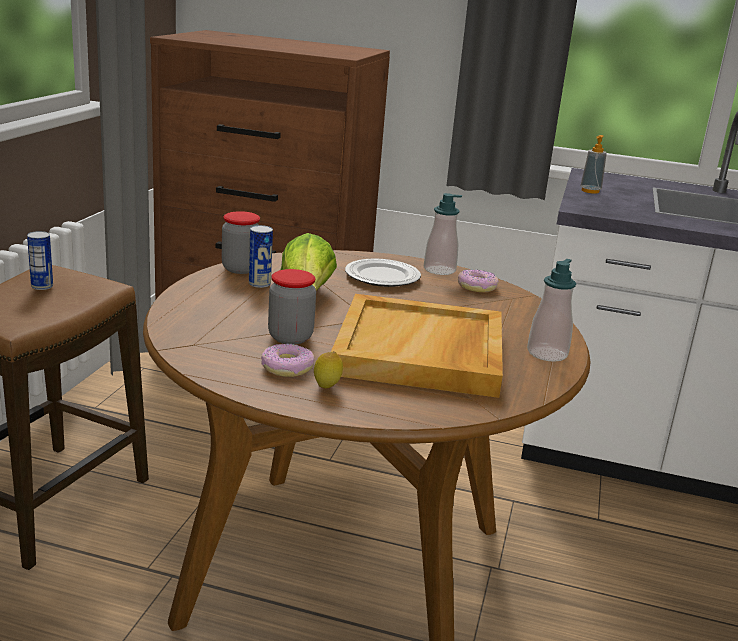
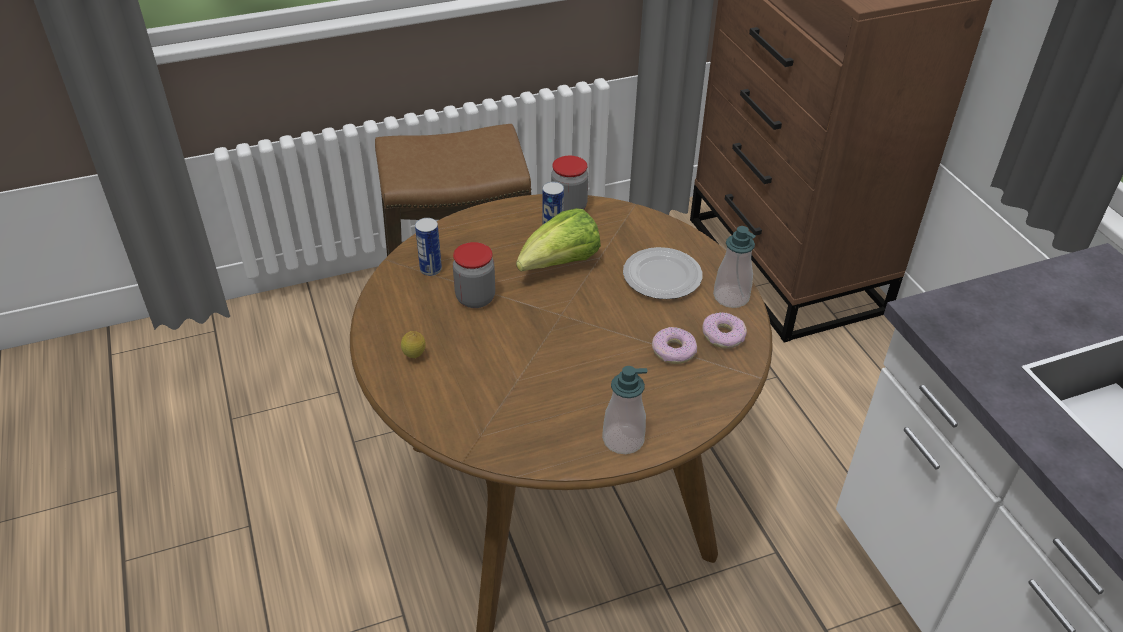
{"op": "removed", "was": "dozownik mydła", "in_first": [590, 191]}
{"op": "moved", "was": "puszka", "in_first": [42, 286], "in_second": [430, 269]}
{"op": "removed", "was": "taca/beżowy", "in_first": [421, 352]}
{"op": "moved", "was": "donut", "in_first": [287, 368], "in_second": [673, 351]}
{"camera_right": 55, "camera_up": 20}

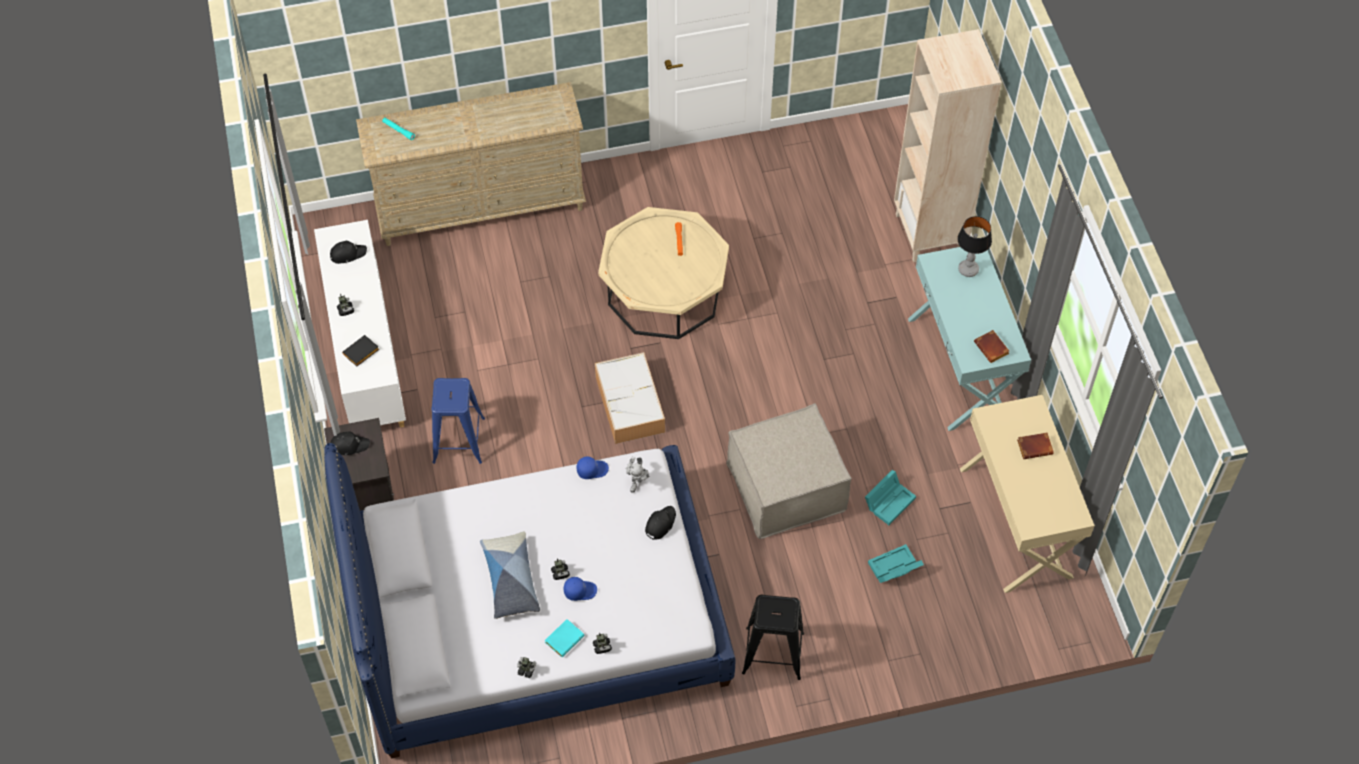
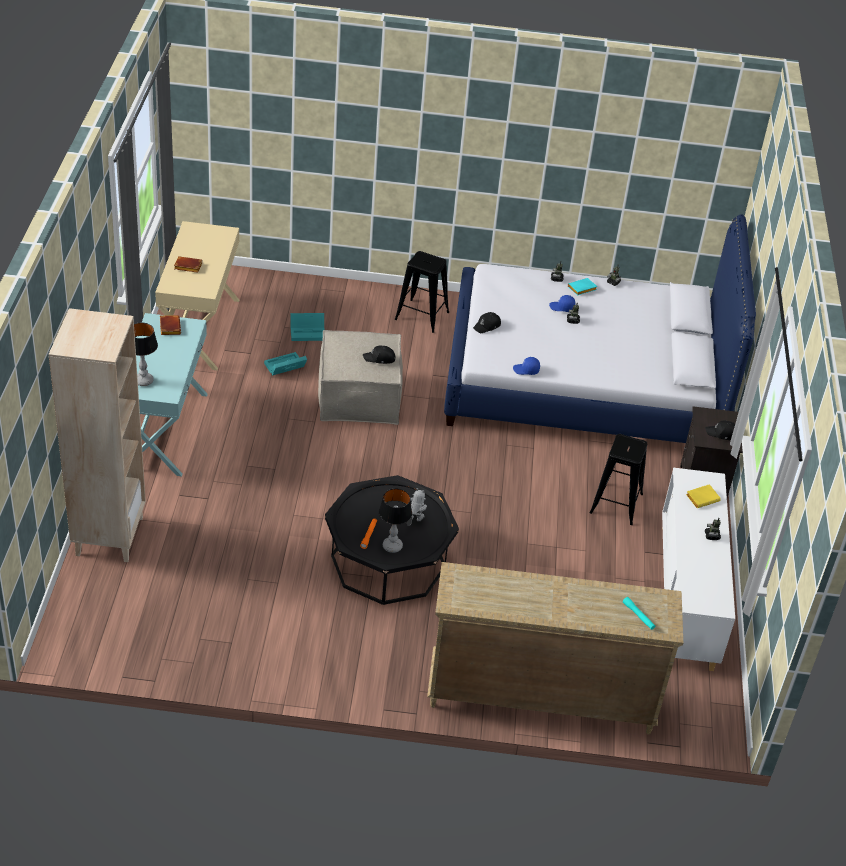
{"op": "recoloured", "was": "ława/beżowy", "now": "ława/czarny", "in_first": [664, 293], "in_second": [388, 561]}
{"op": "moved", "was": "czapka z daszkiem/czarny", "in_first": [347, 254], "in_second": [379, 358]}
{"op": "recoloured", "was": "książka/czarny", "now": "książka/żółty", "in_first": [361, 353], "in_second": [702, 498]}
{"op": "removed", "was": "pojemnik do przechowywania", "in_first": [630, 405]}
{"op": "recoloured", "was": "stołek/niebieski", "now": "stołek/czarny", "in_first": [458, 440], "in_second": [616, 503]}
{"op": "moved", "was": "robot zabawkowy", "in_first": [638, 481], "in_second": [414, 522]}
{"op": "removed", "was": "poduszka", "in_first": [510, 580]}
{"op": "added", "now": "lampa stołowa", "in_second": [393, 546]}
{"camera_right": -165, "camera_up": -15}

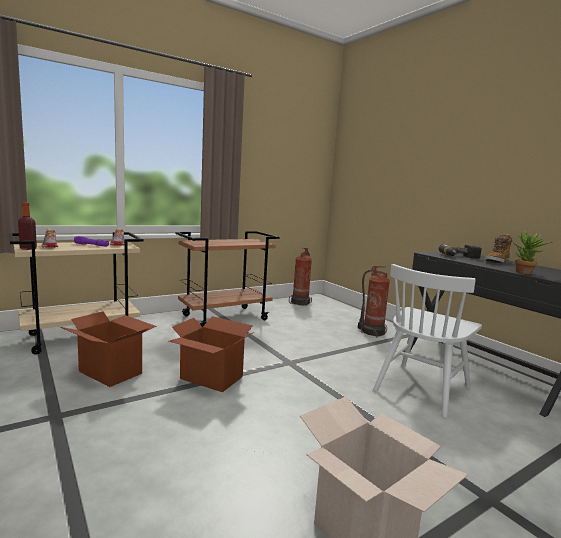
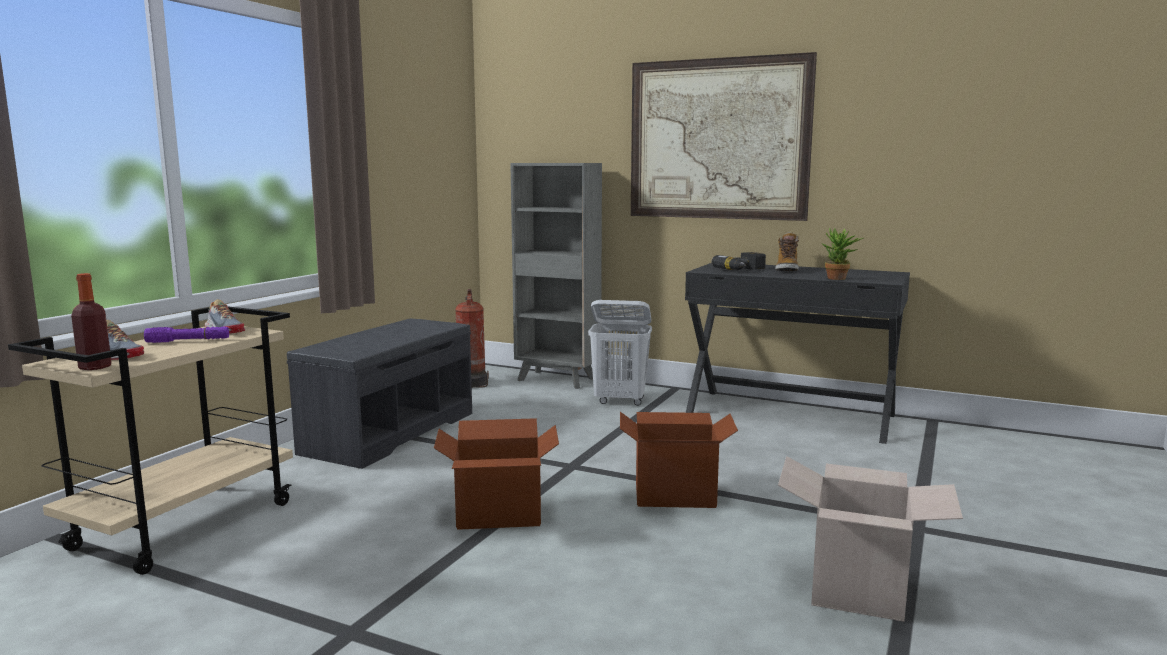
{"op": "replaced", "was": "wózek/brązowy", "now": "ławka/szary", "in_first": [225, 317], "in_second": [390, 432]}
{"op": "removed", "was": "krzesło/biały", "in_first": [422, 388]}
{"op": "replaced", "was": "gaśnica", "now": "kosz na pranie/biały", "in_first": [372, 332], "in_second": [620, 401]}
{"op": "moved", "was": "karton", "in_first": [111, 372], "in_second": [674, 495]}
{"op": "added", "now": "obraz", "in_second": [718, 139]}
{"op": "added", "now": "regał/szary", "in_second": [558, 380]}
{"camera_right": -30, "camera_up": 0}

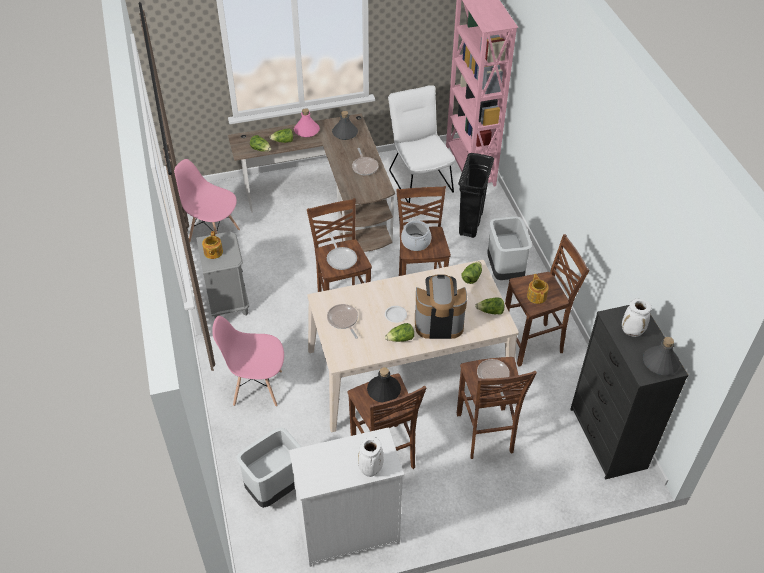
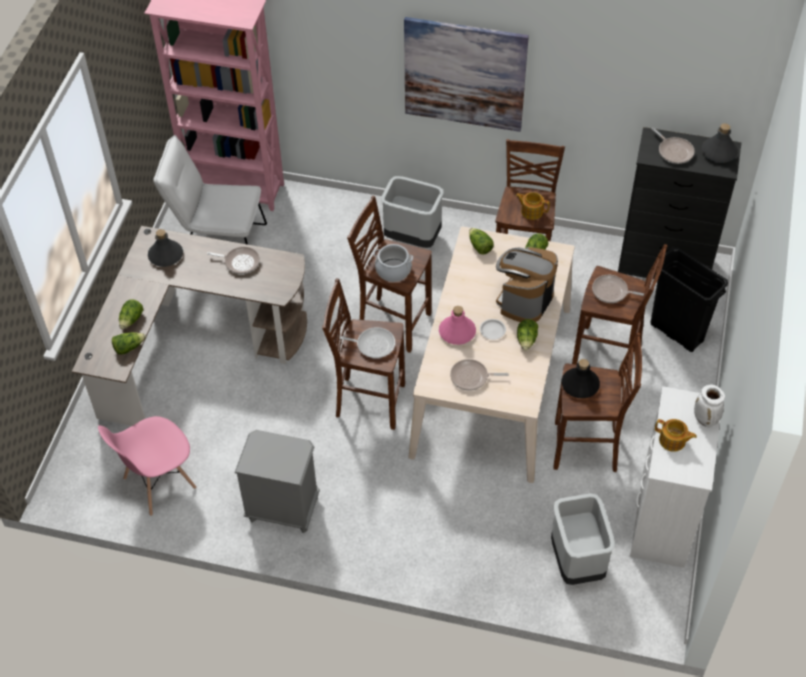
{"op": "moved", "was": "butelka/różowy", "in_first": [307, 131], "in_second": [457, 332]}
{"op": "moved", "was": "kosz na śmieci/czarny", "in_first": [470, 223], "in_second": [676, 332]}
{"op": "moved", "was": "imbryk", "in_first": [213, 252], "in_second": [672, 441]}
{"op": "replaced", "was": "wazon/biały", "now": "patelnia", "in_first": [632, 331], "in_second": [674, 151]}
{"op": "removed", "was": "krzesło/różowy", "in_first": [257, 387]}
{"op": "added", "now": "obraz", "in_second": [464, 74]}
{"camera_right": -60, "camera_up": 5}

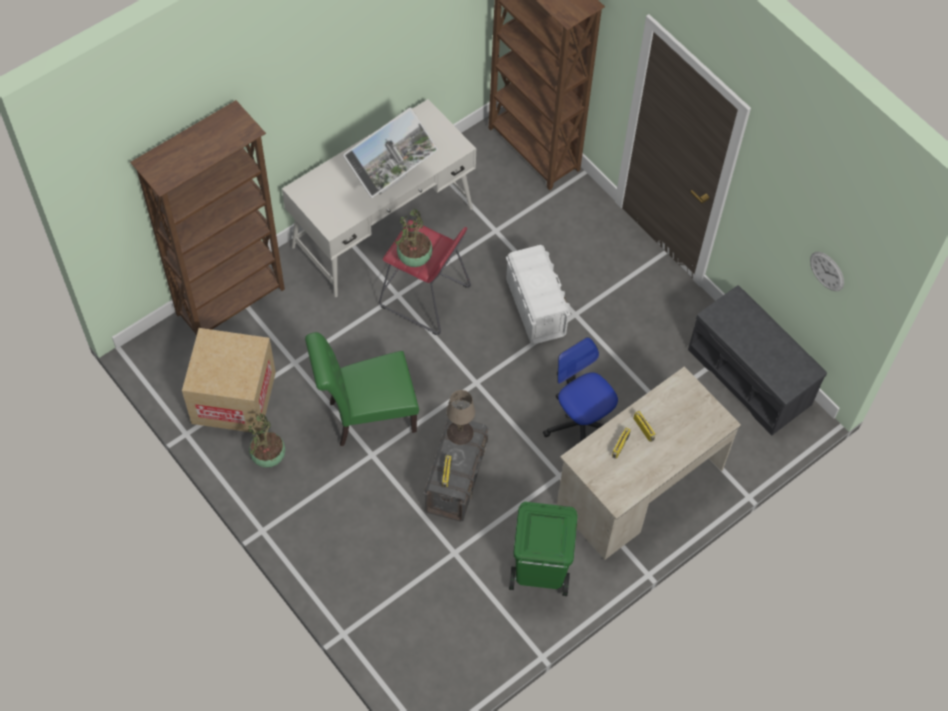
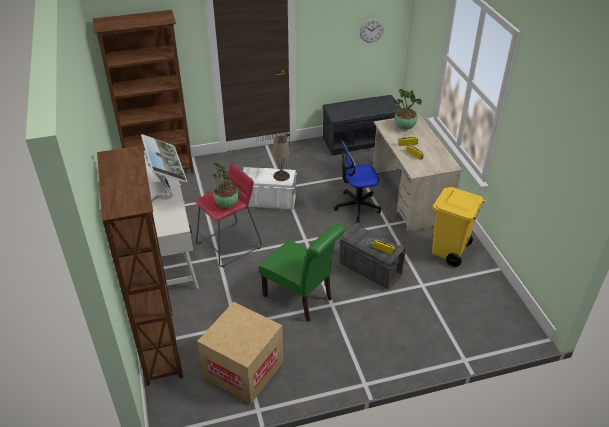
{"op": "turned", "was": "krzesło/zielony", "in_first": [366, 417], "in_second": [301, 299], "clockwise": -60}
{"op": "moved", "was": "lampa stołowa/beżowy", "in_first": [460, 432], "in_second": [281, 176]}
{"op": "moved", "was": "roślina doniczkowa", "in_first": [268, 458], "in_second": [405, 128]}
{"op": "recoloured", "was": "kosz na śmieci/zielony", "now": "kosz na śmieci/żółty", "in_first": [539, 572], "in_second": [449, 251]}
{"camera_right": -65, "camera_up": -20}

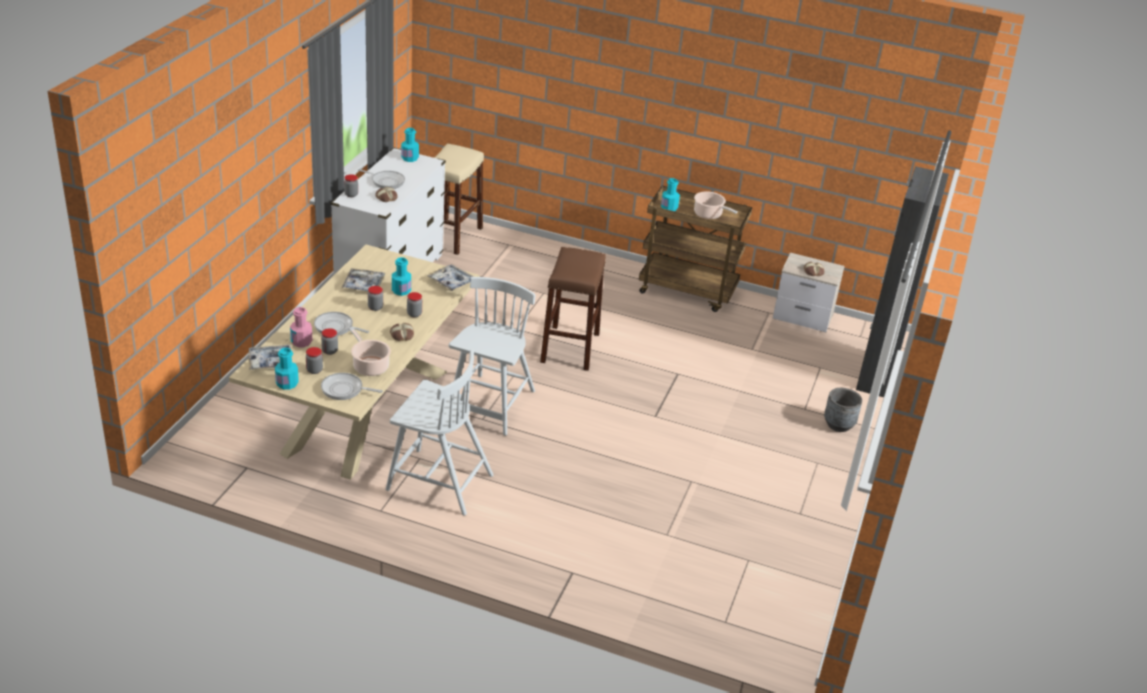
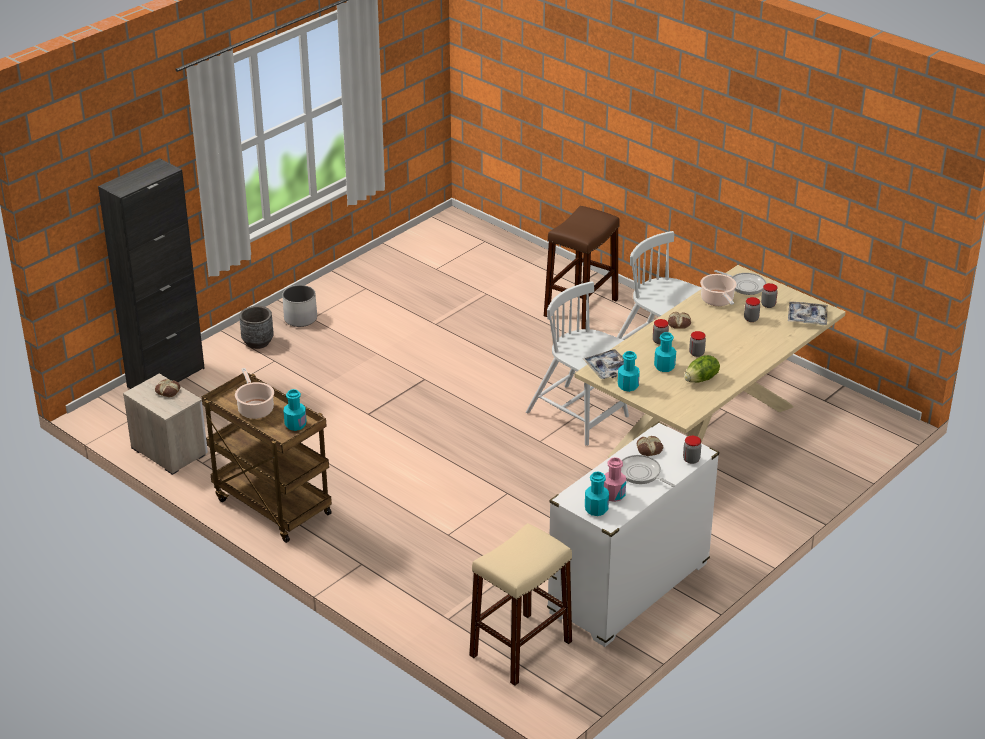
{"op": "moved", "was": "stołek/brązowy", "in_first": [570, 348], "in_second": [581, 307]}
{"op": "replaced", "was": "taca", "now": "sałata", "in_first": [363, 284], "in_second": [701, 379]}
{"op": "turned", "was": "krzesło/biały", "in_first": [490, 405], "in_second": [578, 415], "clockwise": 90}
{"op": "moved", "was": "butelka/różowy", "in_first": [301, 342], "in_second": [613, 495]}
{"op": "removed", "was": "patelnia", "in_first": [336, 327]}
{"op": "moved", "was": "butelka/turkusowy", "in_first": [287, 384], "in_second": [628, 386]}
{"op": "added", "now": "donica/biały", "in_second": [300, 319]}
{"camera_right": -155, "camera_up": 0}

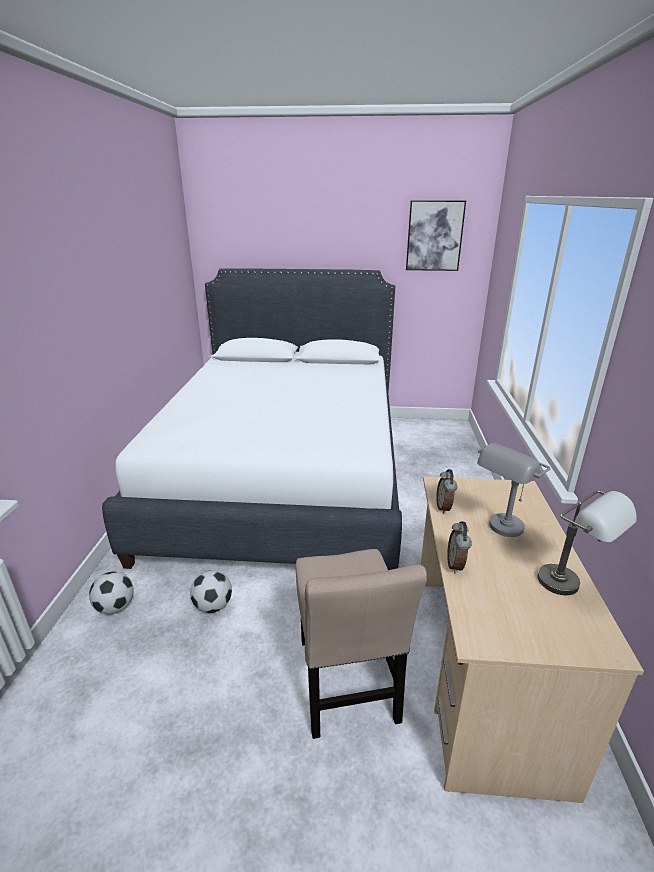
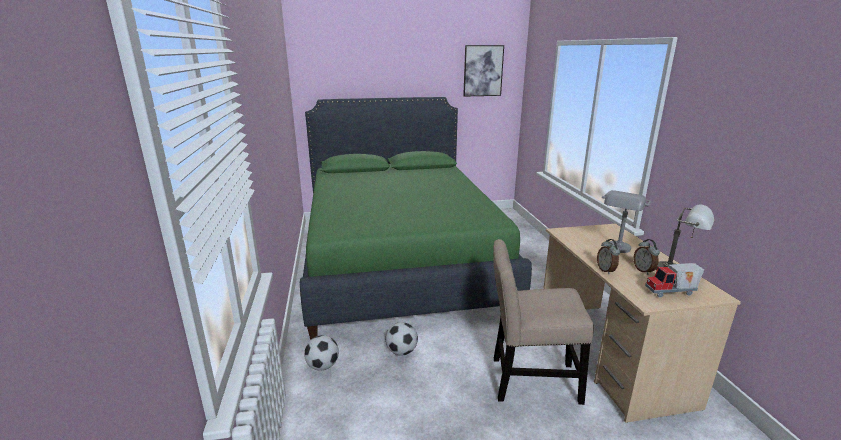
{"op": "recoloured", "was": "łóżko/biały", "now": "łóżko/zielony", "in_first": [285, 475], "in_second": [399, 259]}
{"op": "moved", "was": "budzik", "in_first": [444, 508], "in_second": [643, 270]}
{"op": "turned", "was": "krzesło/beżowy", "in_first": [347, 685], "in_second": [529, 380], "clockwise": 120}
{"op": "added", "now": "ciężarówka zabawkowa", "in_second": [671, 293]}
{"camera_right": -15, "camera_up": -5}

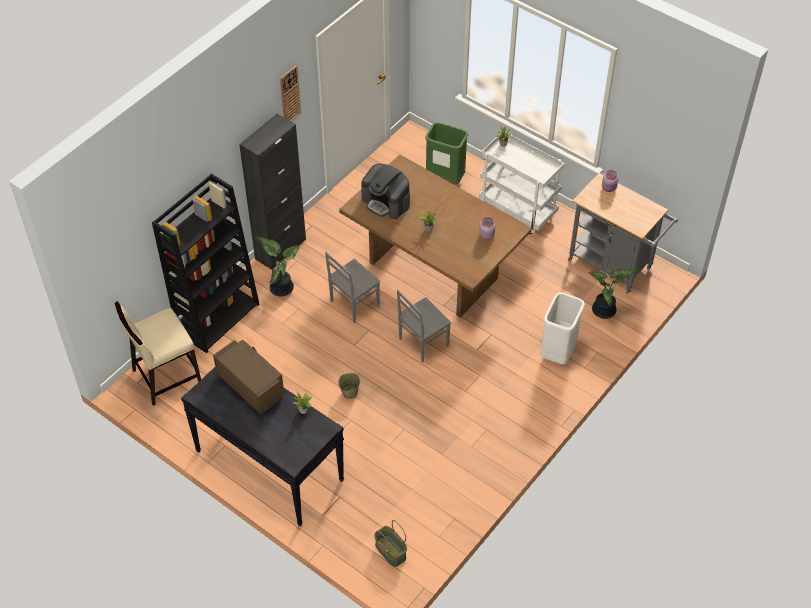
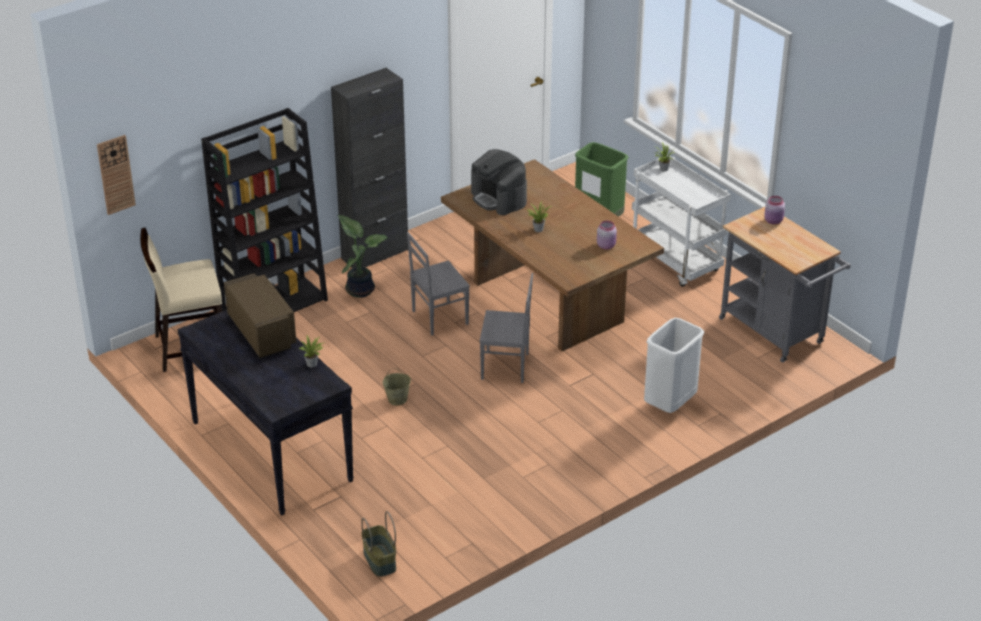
{"op": "moved", "was": "zegar ścienny", "in_first": [289, 95], "in_second": [116, 174]}
{"op": "removed", "was": "roślina doniczkowa", "in_first": [605, 311]}
{"op": "turned", "was": "krzesło/szary", "in_first": [422, 342], "in_second": [506, 367], "clockwise": -150}
{"camera_right": 15, "camera_up": -15}

